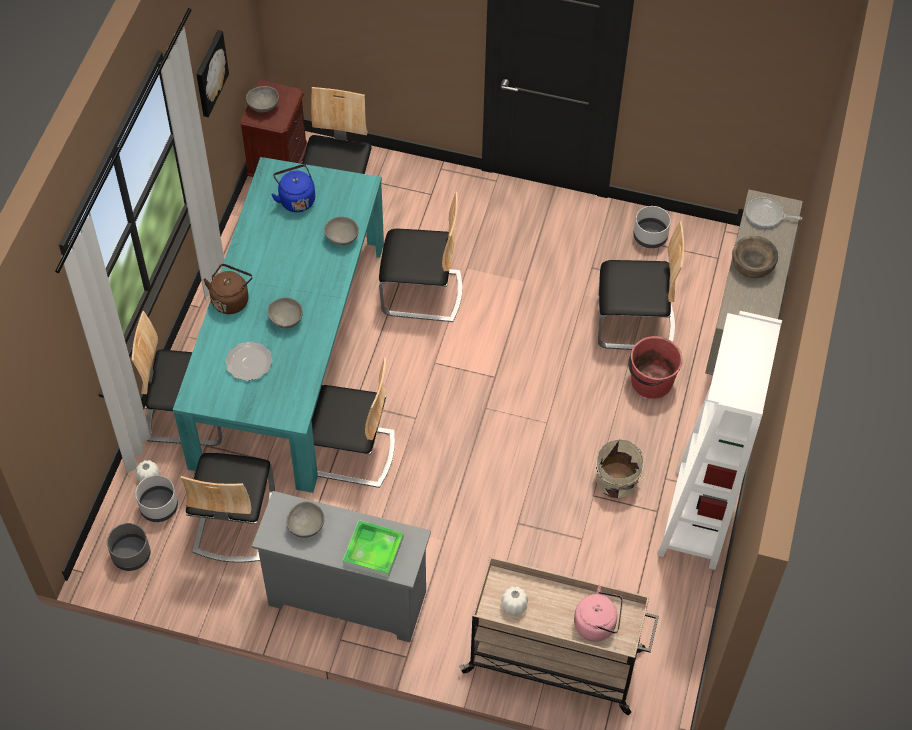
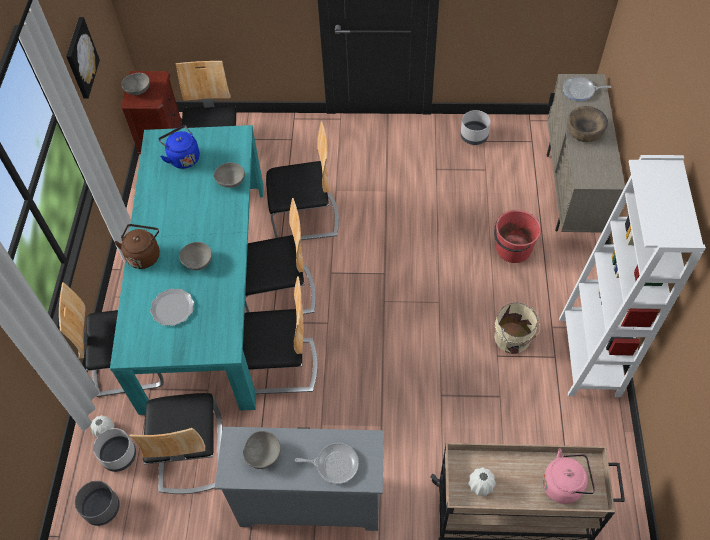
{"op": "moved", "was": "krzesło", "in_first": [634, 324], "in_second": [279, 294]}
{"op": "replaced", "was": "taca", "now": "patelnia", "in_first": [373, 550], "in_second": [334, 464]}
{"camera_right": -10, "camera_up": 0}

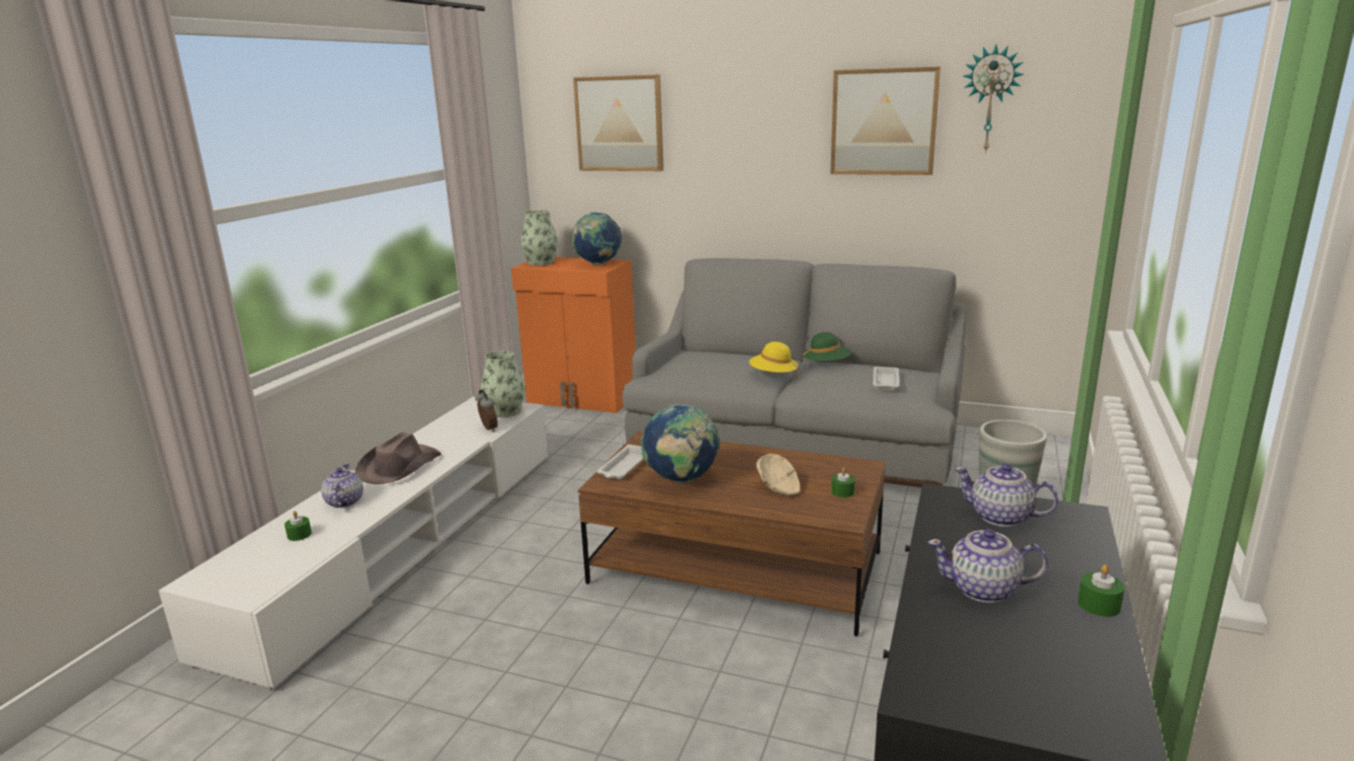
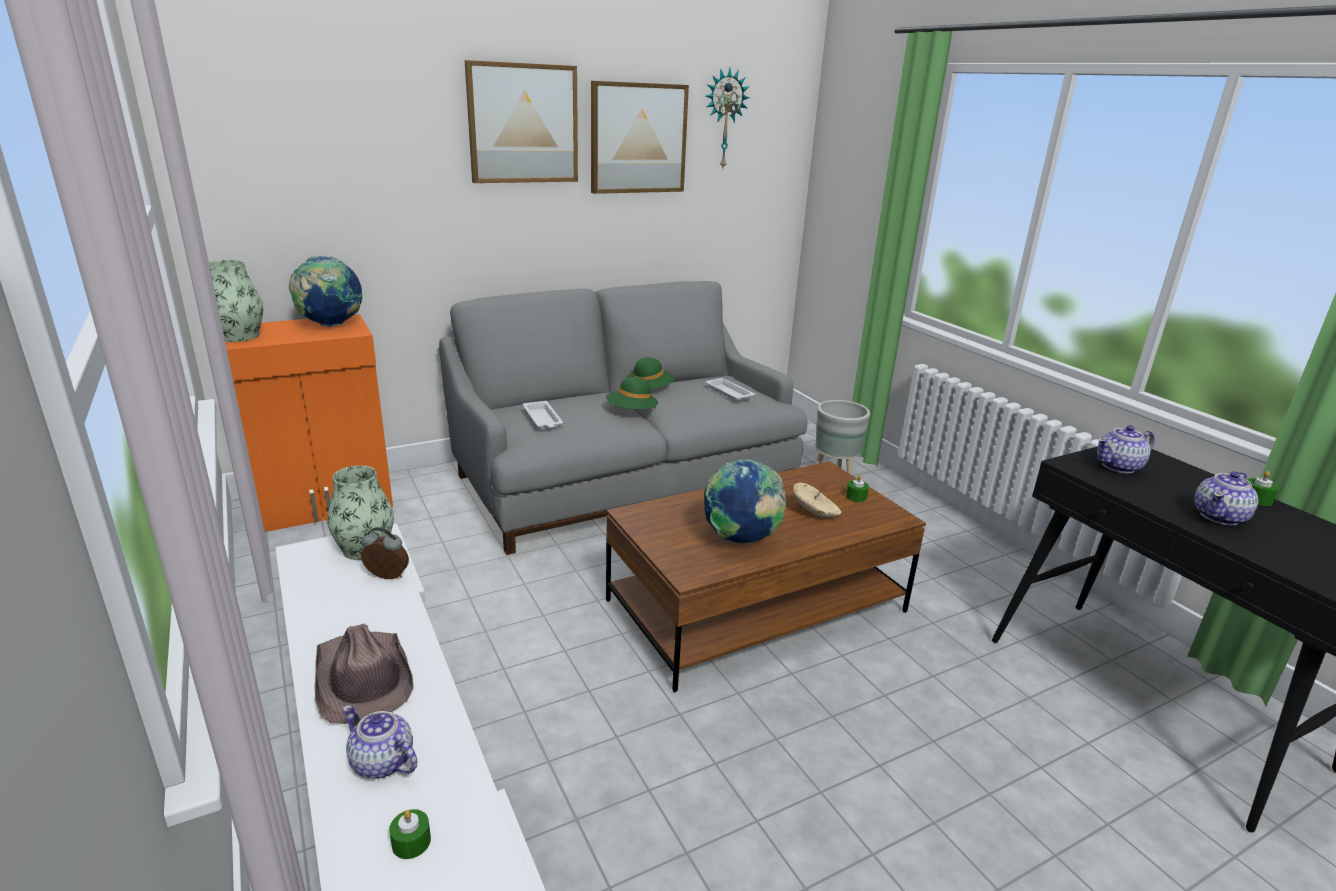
{"op": "moved", "was": "obraz", "in_first": [619, 123], "in_second": [523, 124]}
{"op": "recoloured", "was": "kapelusz/żółty", "now": "kapelusz/zielony", "in_first": [773, 375], "in_second": [631, 412]}
{"op": "moved", "was": "taca/biały", "in_first": [624, 466], "in_second": [543, 419]}
{"camera_right": -50, "camera_up": 5}

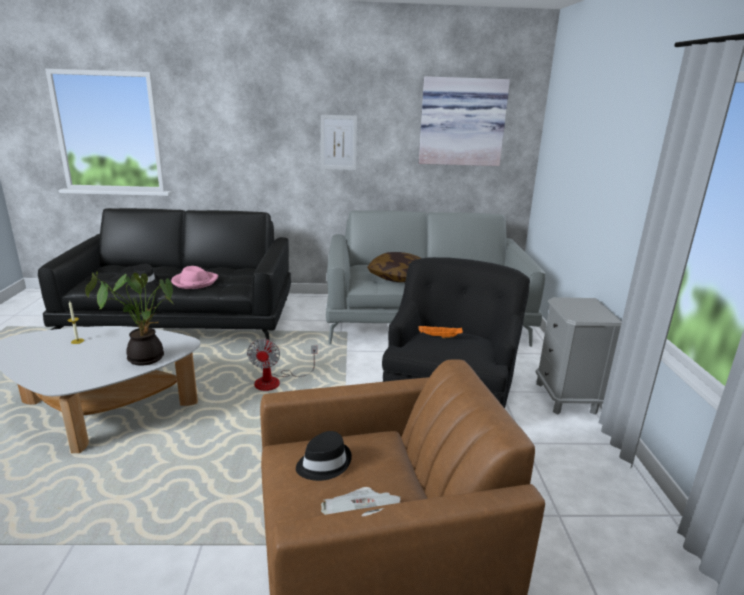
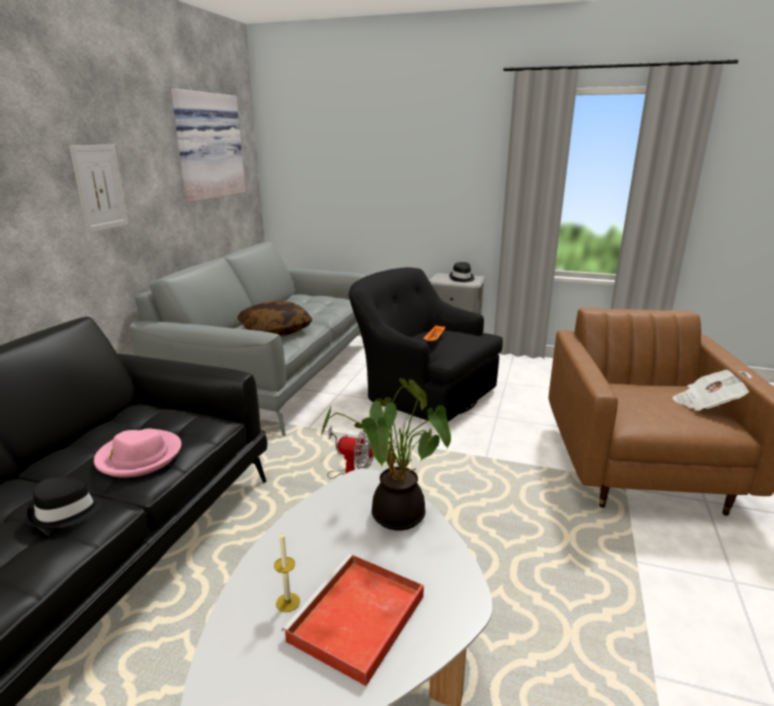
{"op": "moved", "was": "kapelusz/czarny", "in_first": [323, 463], "in_second": [461, 278]}
{"op": "added", "now": "taca/czerwony", "in_second": [356, 620]}
{"camera_right": -70, "camera_up": 0}

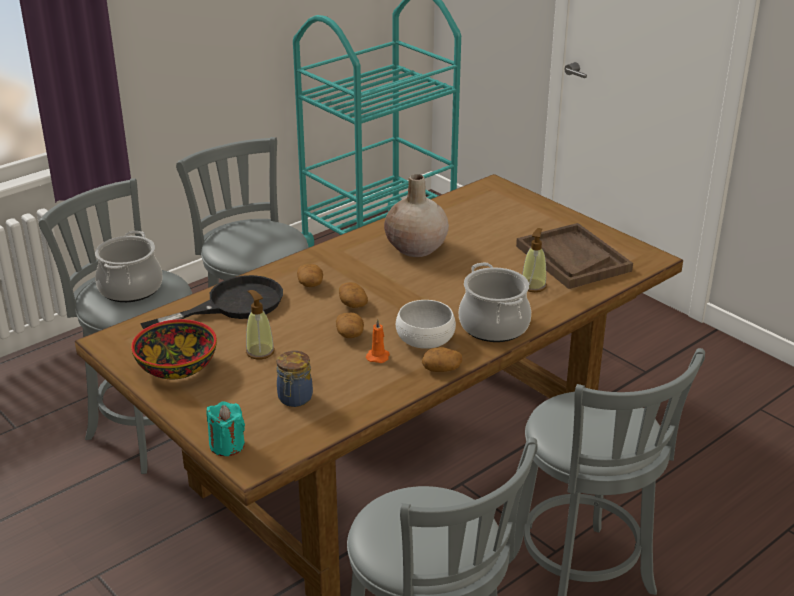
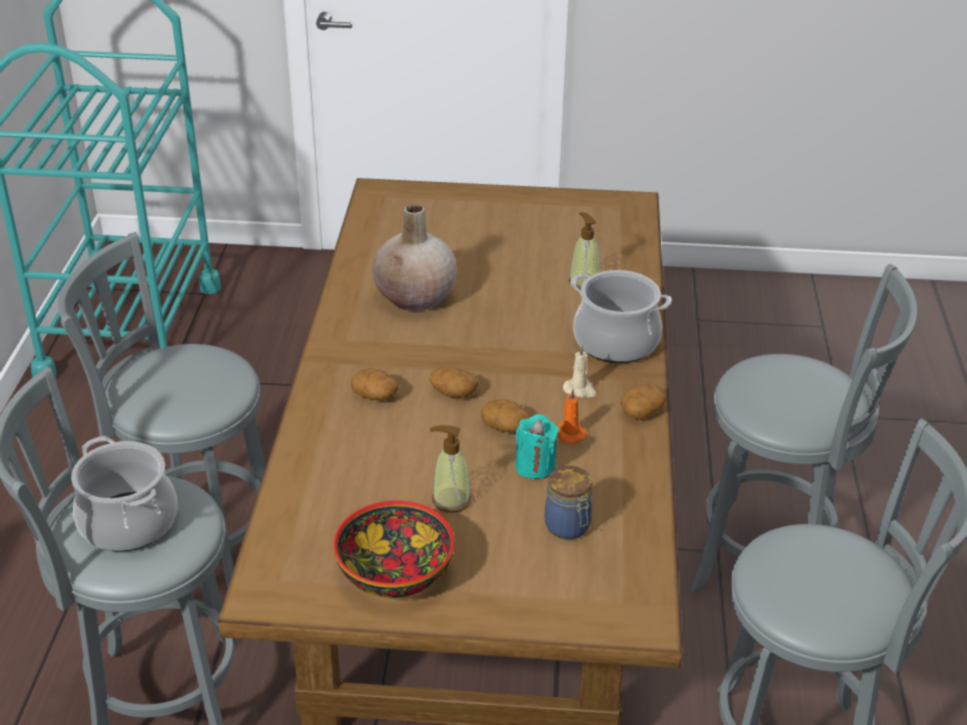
{"op": "removed", "was": "taca/brązowy", "in_first": [572, 258]}
{"op": "removed", "was": "patelnia/czarny", "in_first": [232, 305]}
{"op": "replaced", "was": "miska/biały", "now": "świeca/beżowy", "in_first": [425, 339], "in_second": [580, 390]}
{"op": "moved", "was": "świeca/turkusowy", "in_first": [227, 445], "in_second": [535, 466]}
{"camera_right": -45, "camera_up": 5}

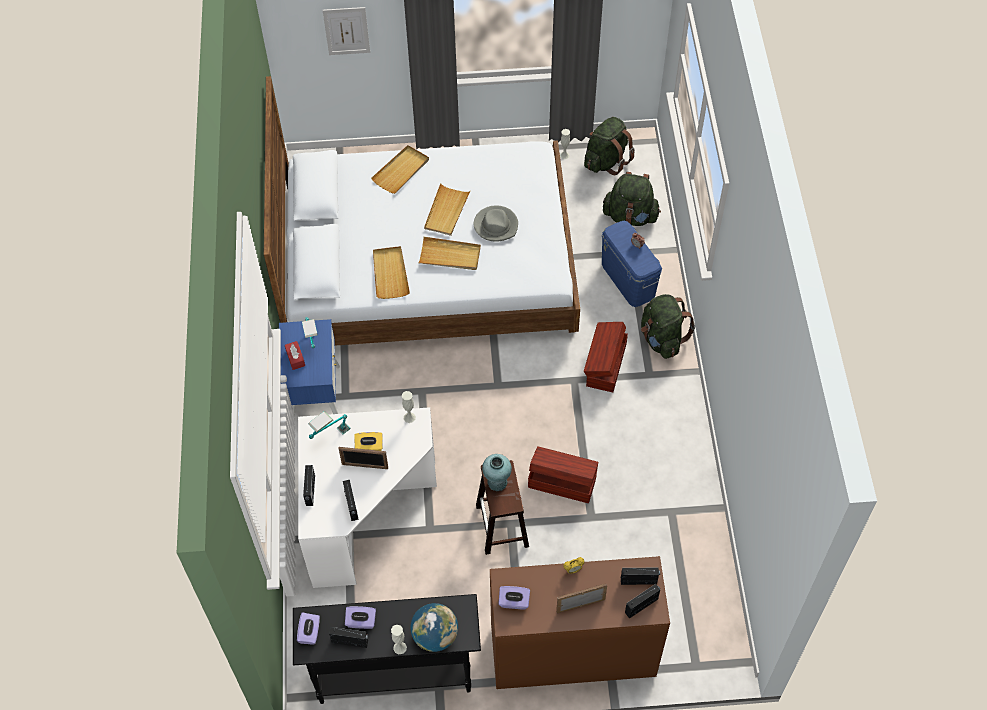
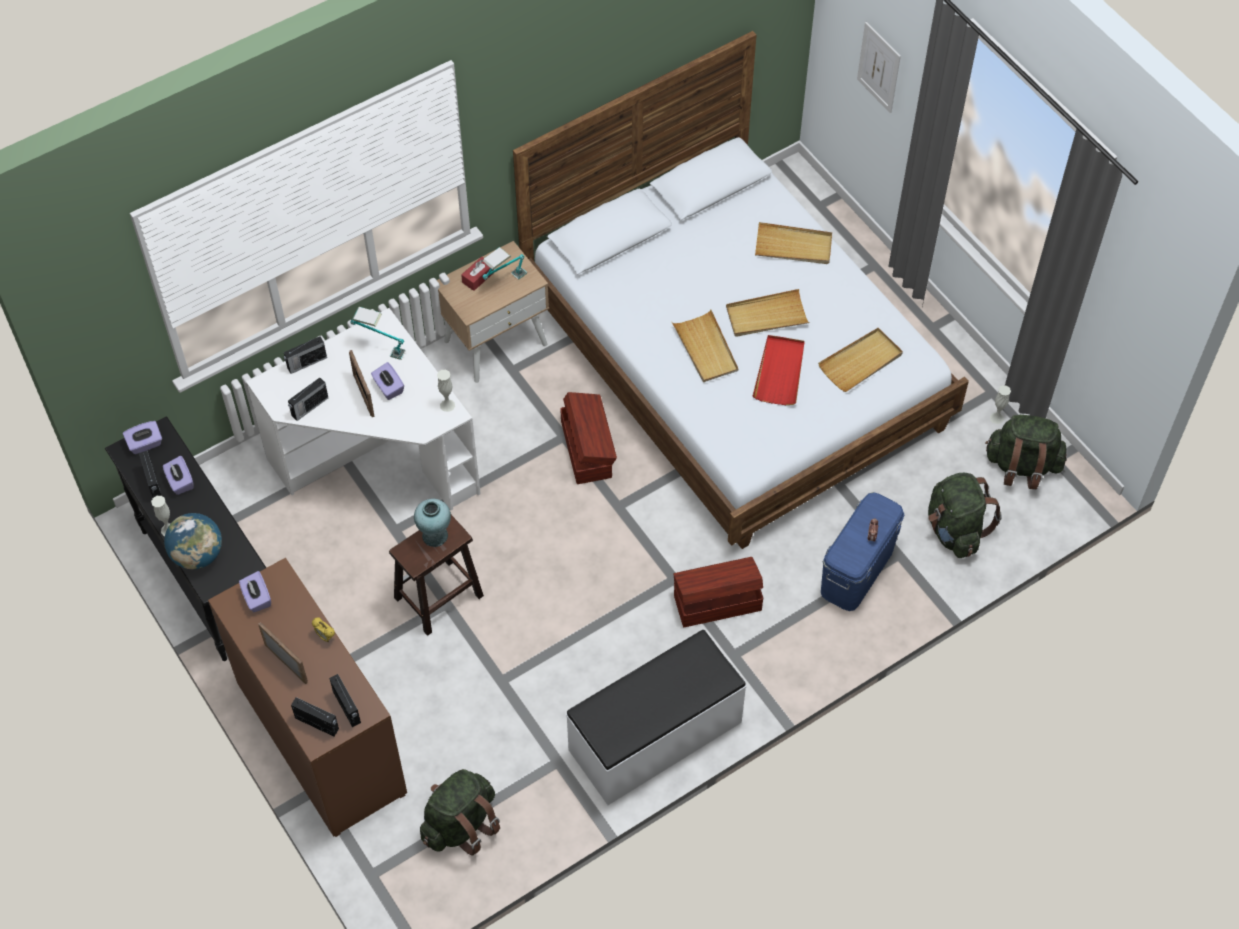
{"op": "replaced", "was": "kapelusz/szary", "now": "taca/czerwony", "in_first": [496, 225], "in_second": [779, 372]}
{"op": "moved", "was": "taca/beżowy", "in_first": [390, 274], "in_second": [861, 362]}
{"op": "moved", "was": "plecak/zielony", "in_first": [661, 339], "in_second": [460, 824]}
{"op": "recoloured", "was": "szafka nocna/niebieski", "now": "szafka nocna/beżowy", "in_first": [314, 395], "in_second": [496, 342]}
{"op": "recoloured", "was": "pudełko chusteczek/żółty", "now": "pudełko chusteczek/fioletowy", "in_first": [369, 447], "in_second": [388, 388]}
{"op": "moved", "was": "pojemnik do przechowywania/brązowy", "in_first": [561, 482], "in_second": [587, 448]}
{"op": "added", "now": "ławka/biały", "in_second": [656, 737]}
{"camera_right": 60, "camera_up": 0}

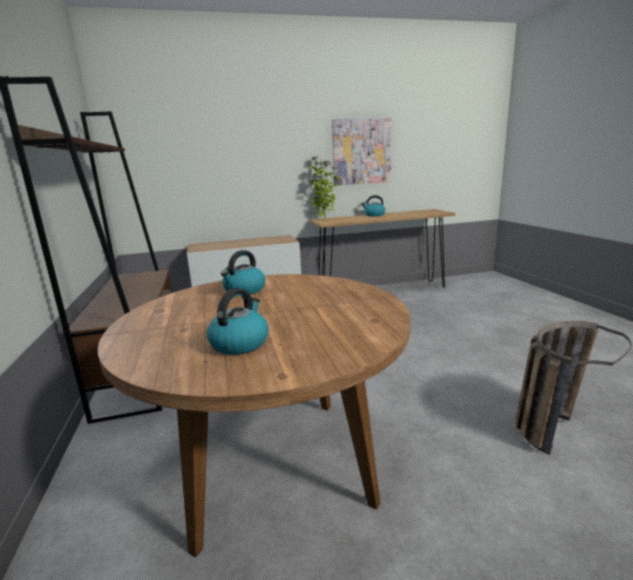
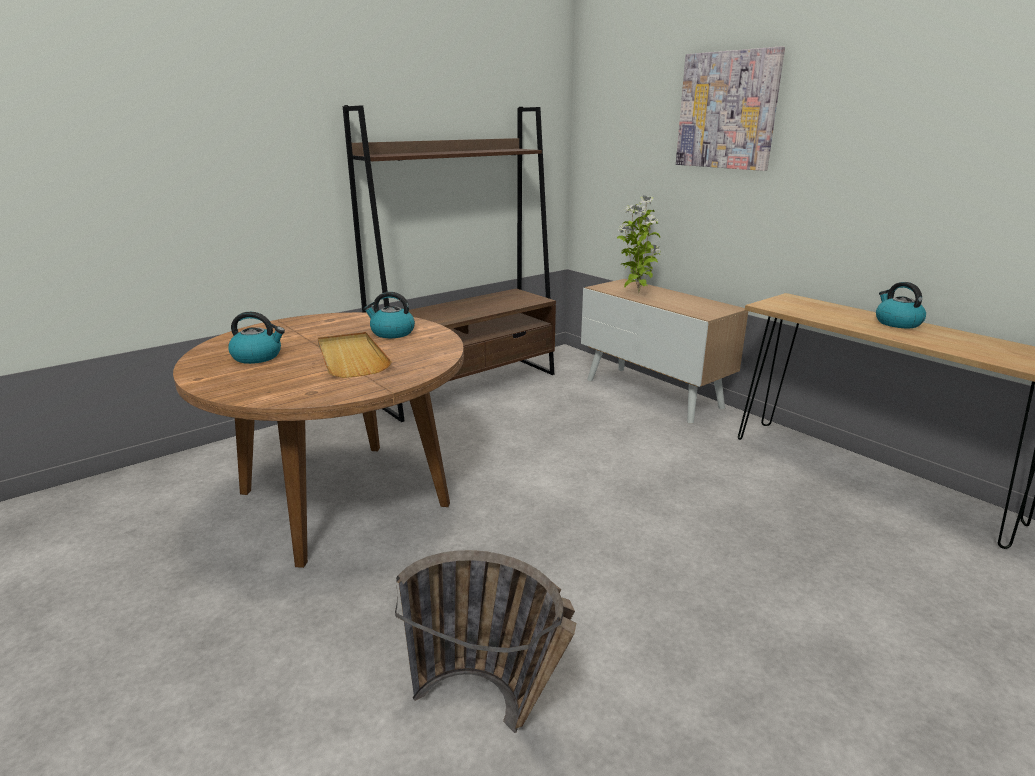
{"op": "moved", "was": "obraz", "in_first": [361, 151], "in_second": [727, 111]}
{"op": "moved", "was": "roślina doniczkowa", "in_first": [324, 219], "in_second": [637, 293]}
{"op": "added", "now": "taca/beżowy", "in_second": [351, 358]}
{"camera_right": 65, "camera_up": 5}

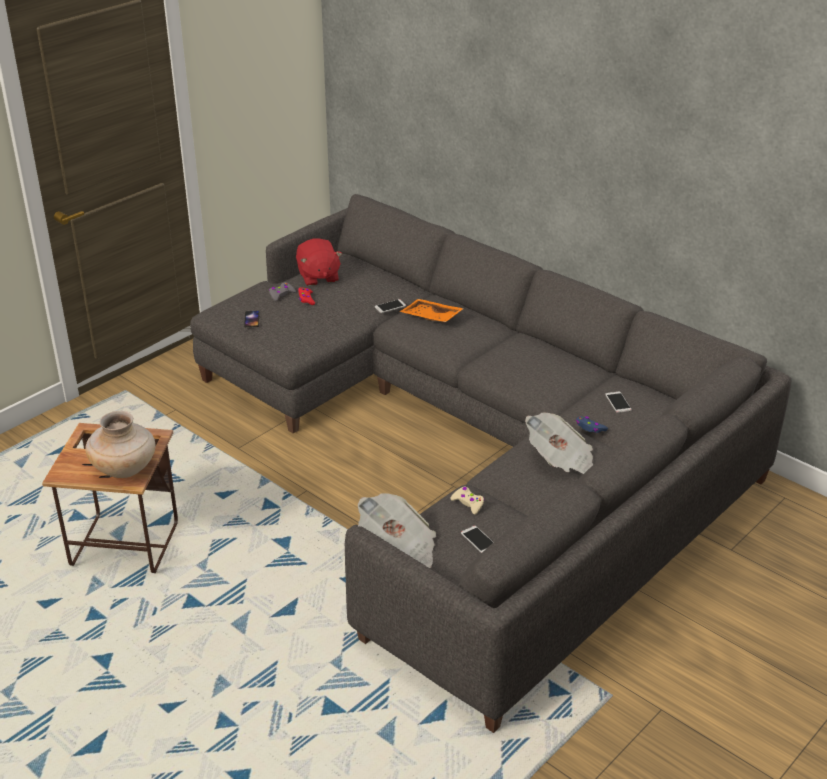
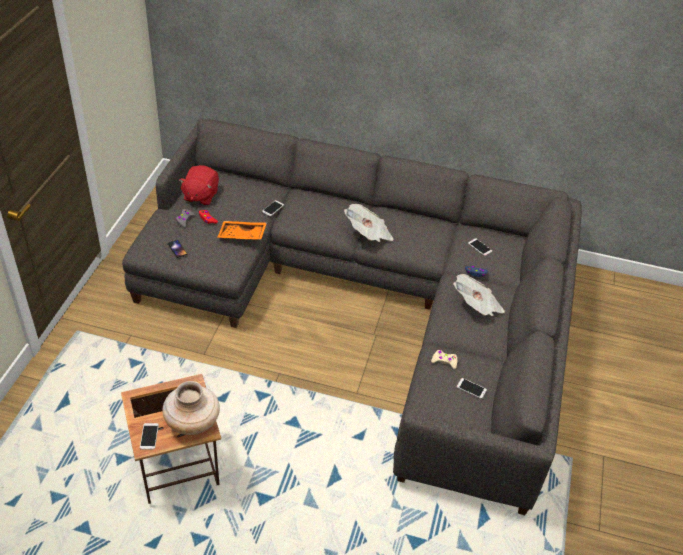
{"op": "turned", "was": "pluszak/czerwony", "in_first": [318, 277], "in_second": [200, 196], "clockwise": 60}
{"op": "moved", "was": "taca/pomarańczowy", "in_first": [430, 318], "in_second": [242, 236]}
{"op": "moved", "was": "gazeta", "in_first": [398, 548], "in_second": [368, 234]}
{"op": "added", "now": "telefon", "in_second": [149, 436]}
{"camera_right": -30, "camera_up": 10}

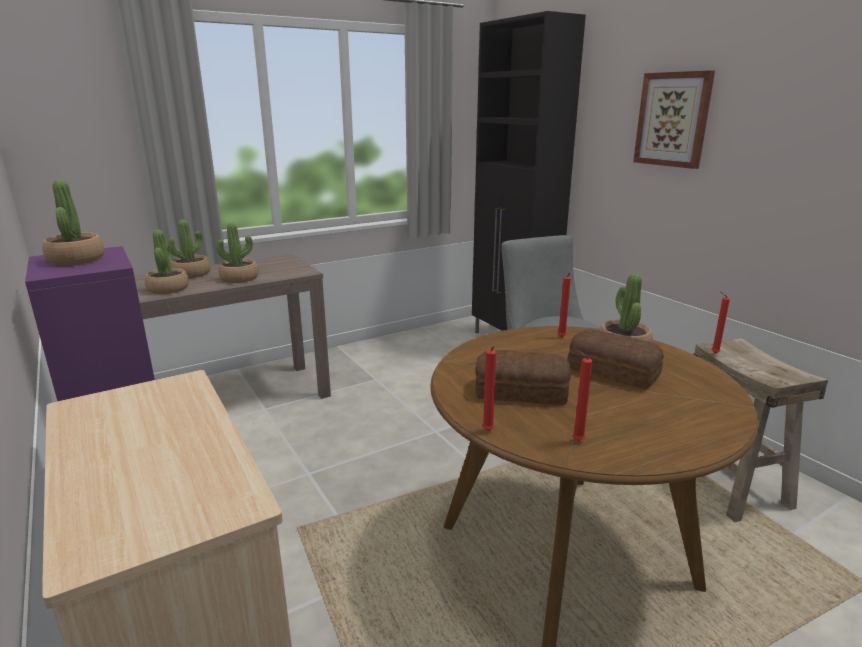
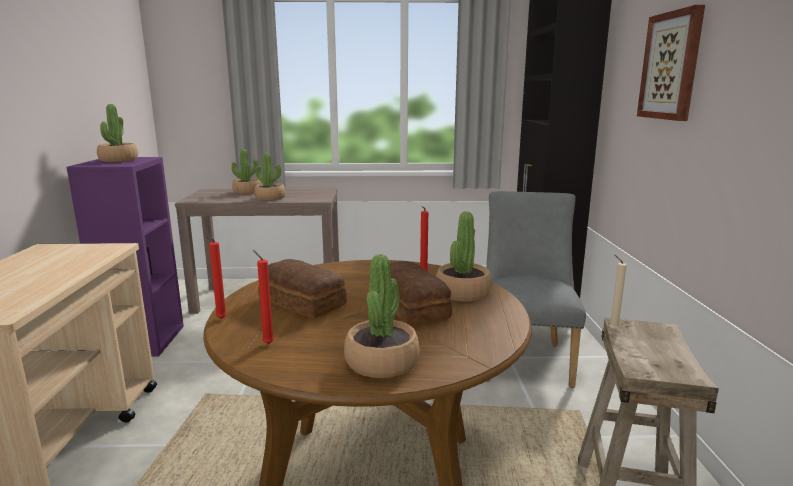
{"op": "moved", "was": "roślina doniczkowa", "in_first": [168, 289], "in_second": [382, 362]}
{"op": "recoloured", "was": "świeca/czerwony", "now": "świeca/beżowy", "in_first": [713, 353], "in_second": [612, 330]}
{"camera_right": 30, "camera_up": -5}

